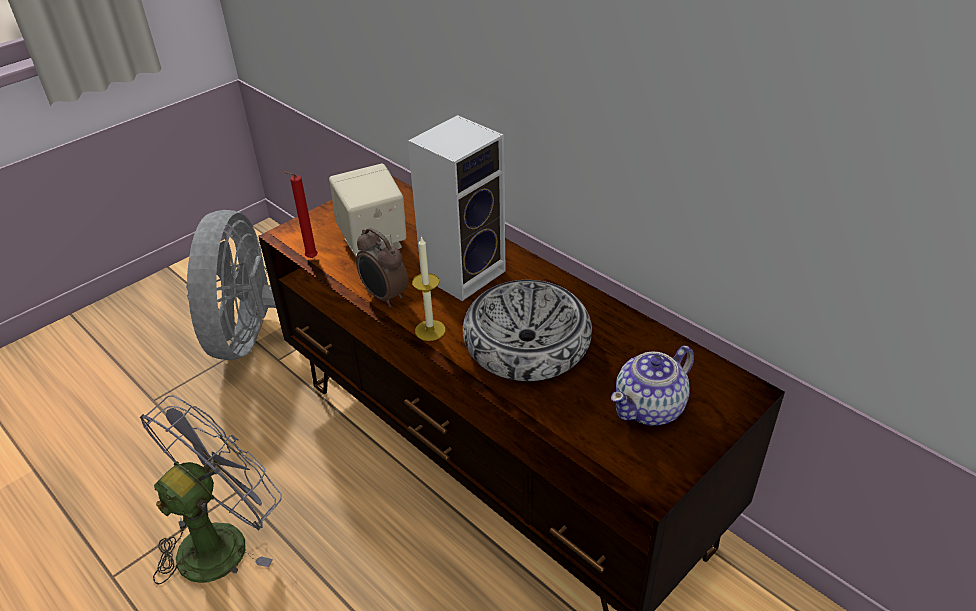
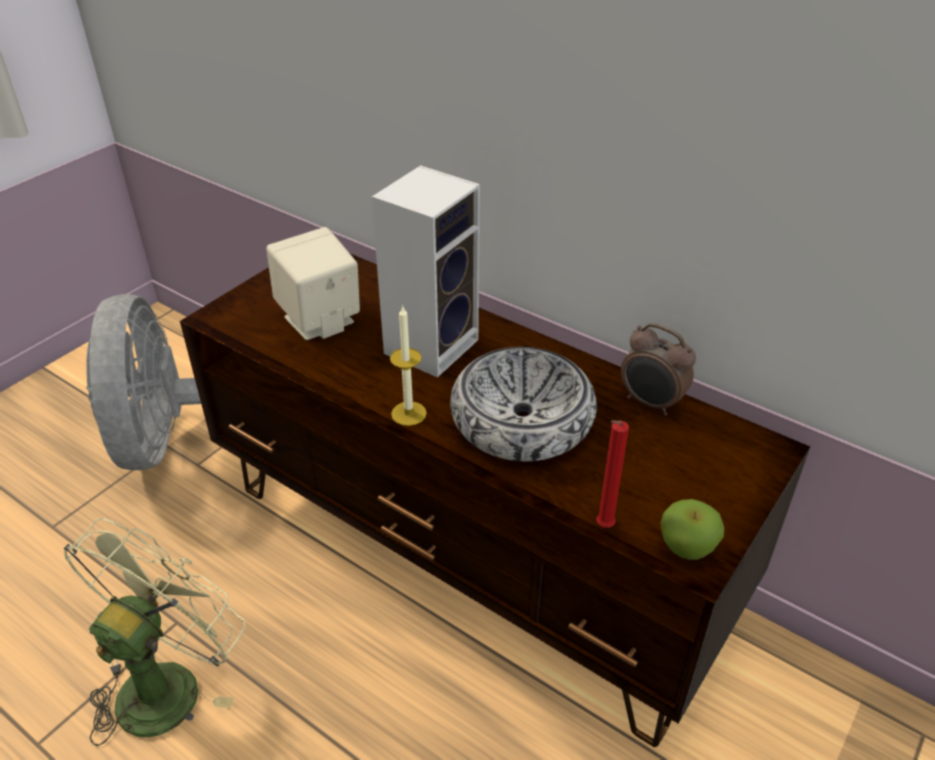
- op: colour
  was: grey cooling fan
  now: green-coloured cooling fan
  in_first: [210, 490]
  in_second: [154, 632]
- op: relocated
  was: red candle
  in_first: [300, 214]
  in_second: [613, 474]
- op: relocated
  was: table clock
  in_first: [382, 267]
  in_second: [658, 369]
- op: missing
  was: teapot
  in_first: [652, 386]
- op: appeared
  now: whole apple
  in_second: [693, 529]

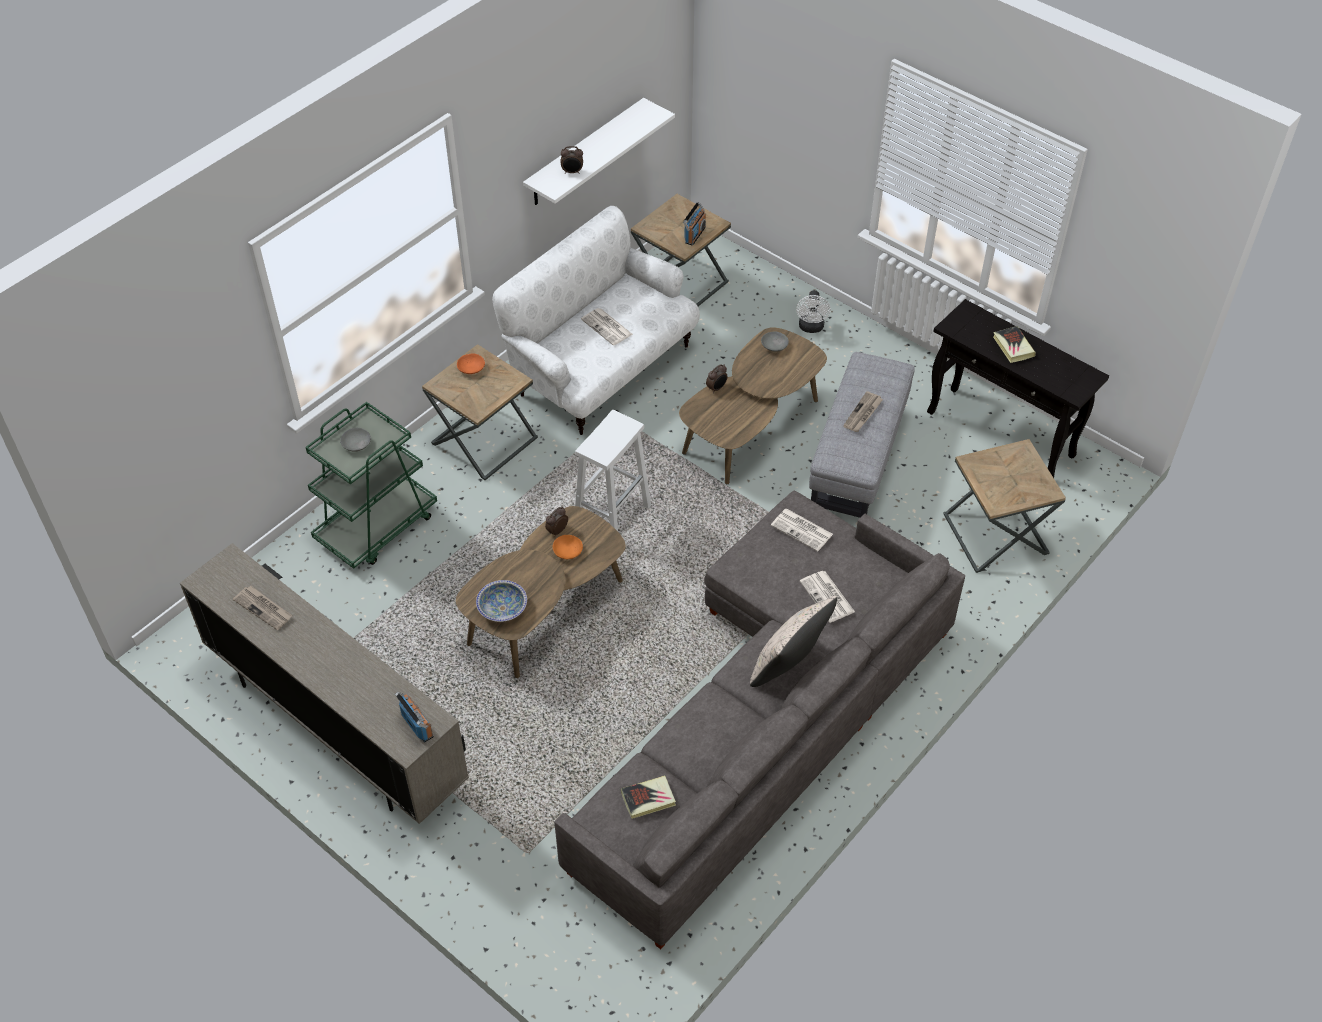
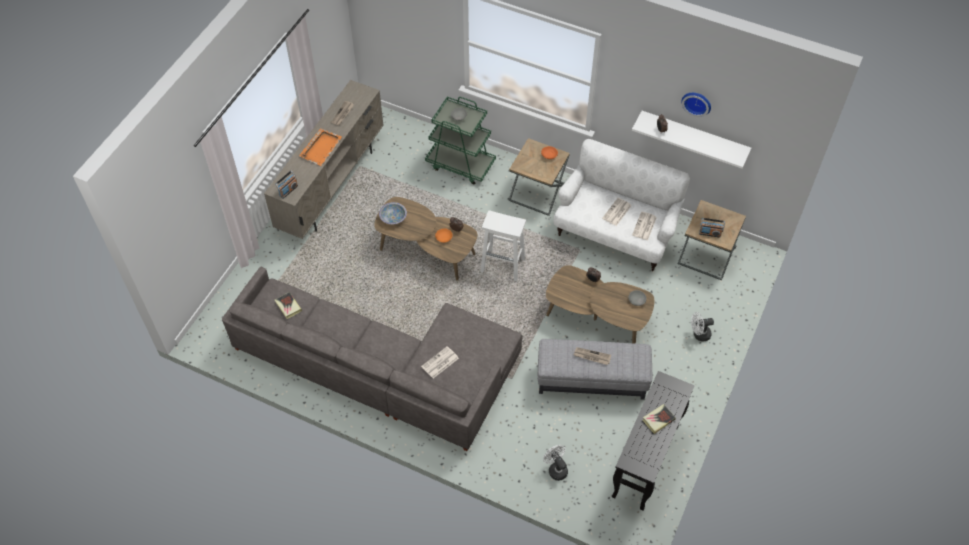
- op: missing
  was: sand-coloured cushion
  in_first: [793, 641]
- op: relocated
  was: daily paper
  in_first: [802, 530]
  in_second: [644, 225]
- op: exchanged
  was: brownish end table
  now: whitish cooling fan
  in_first: [1004, 506]
  in_second: [555, 463]
- op: appeared
  now: orange-coloured carrying tray
  in_second: [320, 147]
- op: appeared
  now: wall clock
  in_second: [696, 105]

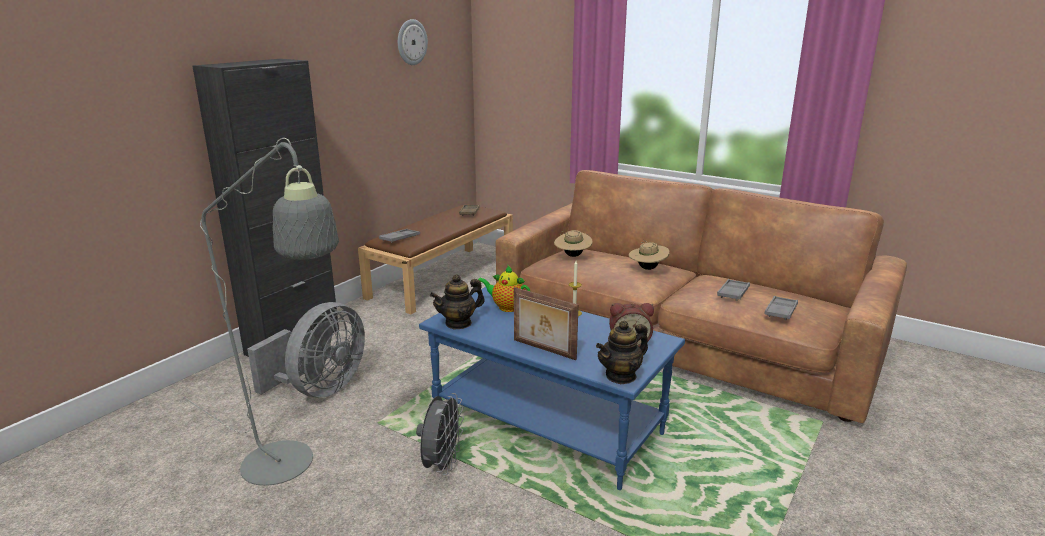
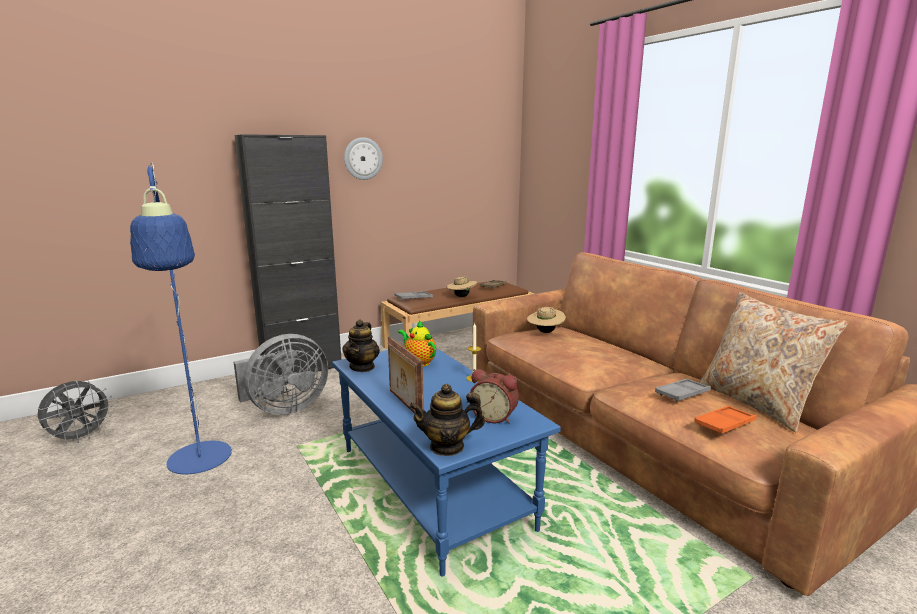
- op: colour
  was: grey standing lamp
  now: bluish standing lamp
  in_first: [261, 312]
  in_second: [181, 318]
- op: relocated
  was: wall clock
  in_first: [413, 42]
  in_second: [363, 158]
- op: relocated
  was: grey cooling fan
  in_first: [440, 434]
  in_second: [75, 412]
- op: spun
  was: teapot
  in_first: [457, 301]
  in_second: [361, 345]
  clockwise: -75
- op: relocated
  was: sand-coloured wearable hat
  in_first: [649, 255]
  in_second: [462, 286]
- op: colour
  was: grey carrying tray
  now: orange-coloured carrying tray
  in_first: [781, 308]
  in_second: [725, 420]
- op: appeared
  now: sand-coloured cushion
  in_second: [773, 362]

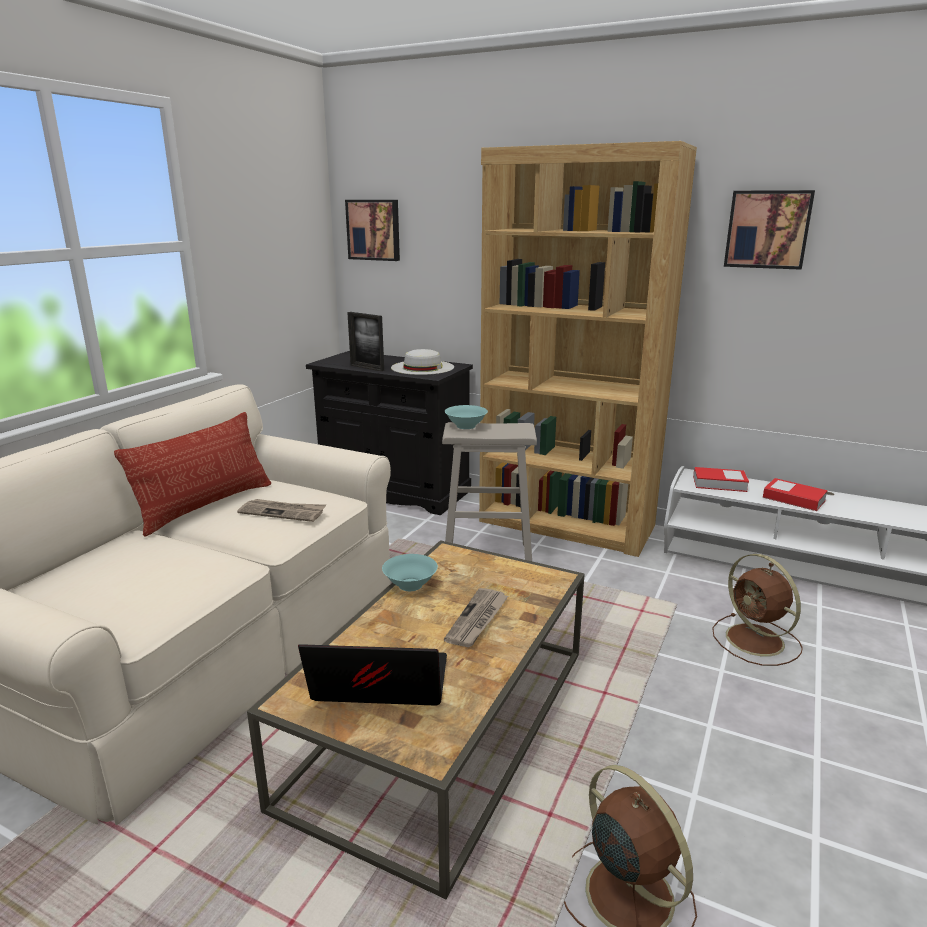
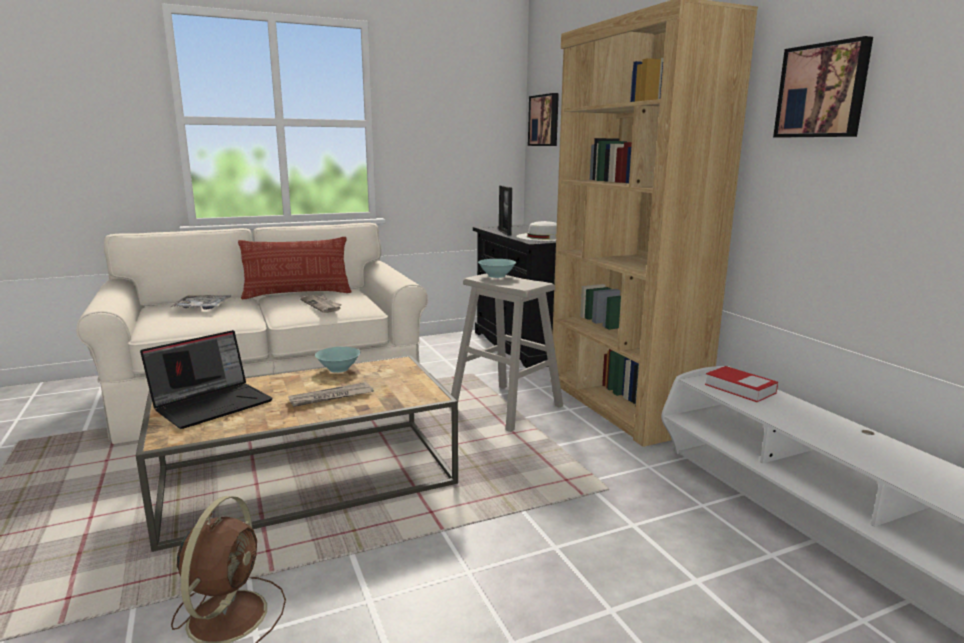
- op: spun
  was: notebook computer
  in_first: [372, 675]
  in_second: [206, 379]
  clockwise: 90
- op: missing
  was: brownish cooling fan
  in_first: [757, 610]
- op: missing
  was: book
  in_first: [795, 494]
- op: appeared
  now: carrying tray
  in_second: [201, 302]

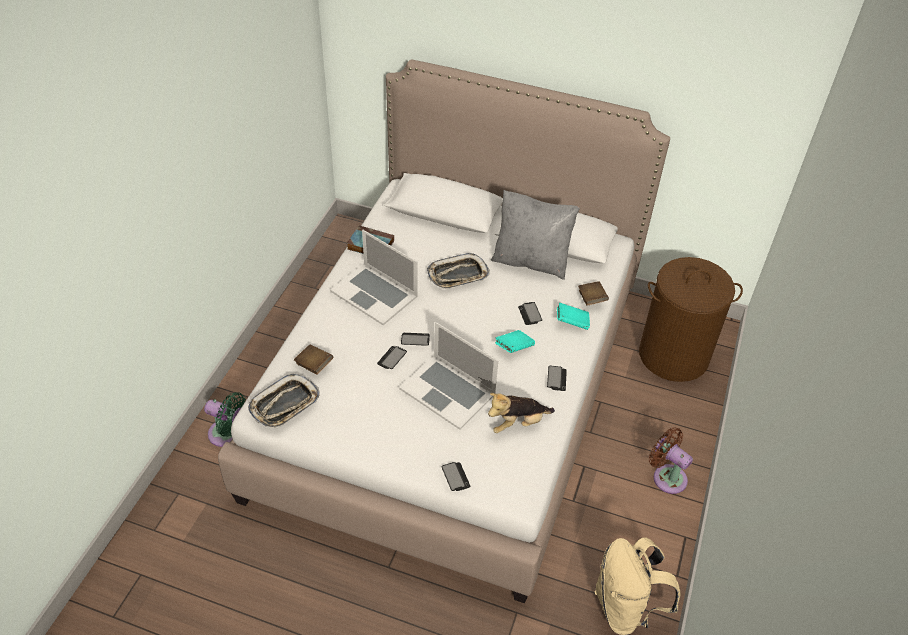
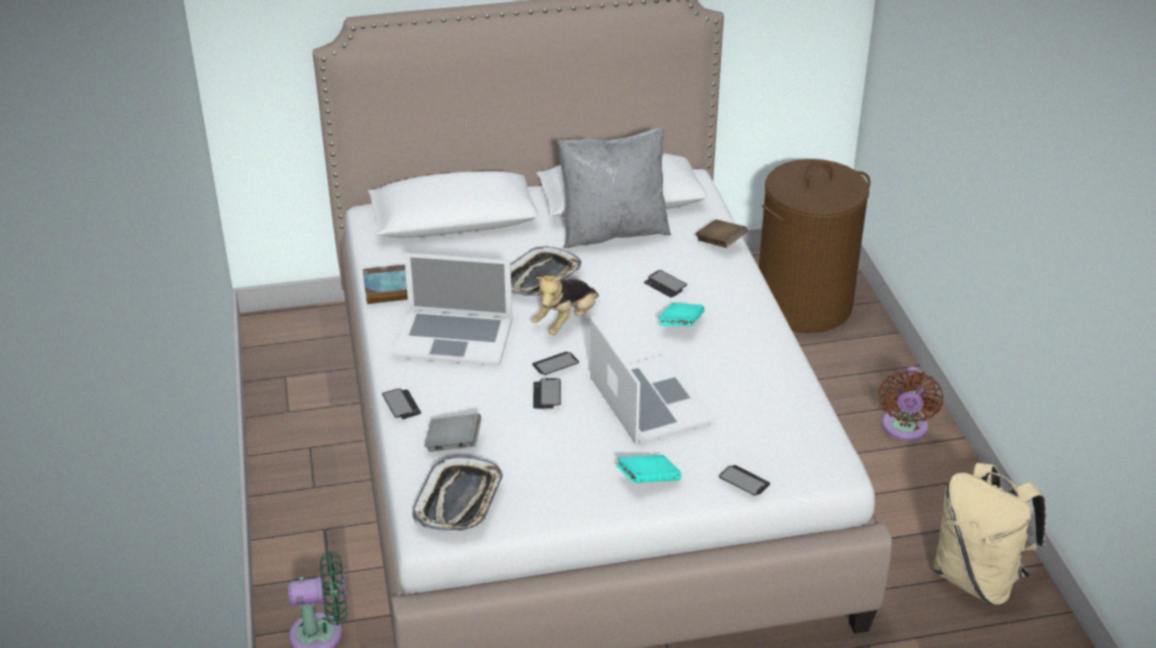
- op: colour
  was: brownish book
  now: grey book
  in_first: [313, 359]
  in_second: [453, 433]
- op: spun
  was: notebook computer
  in_first: [448, 376]
  in_second: [651, 380]
  clockwise: -120
- op: relocated
  was: plush toy
  in_first: [521, 413]
  in_second: [565, 305]
- op: relocated
  was: phone
  in_first: [557, 378]
  in_second: [401, 403]
- op: relocated
  was: turquoise book
  in_first: [573, 316]
  in_second: [649, 469]
- op: spun
  was: brownish cooling fan
  in_first: [671, 460]
  in_second: [911, 403]
  clockwise: -90

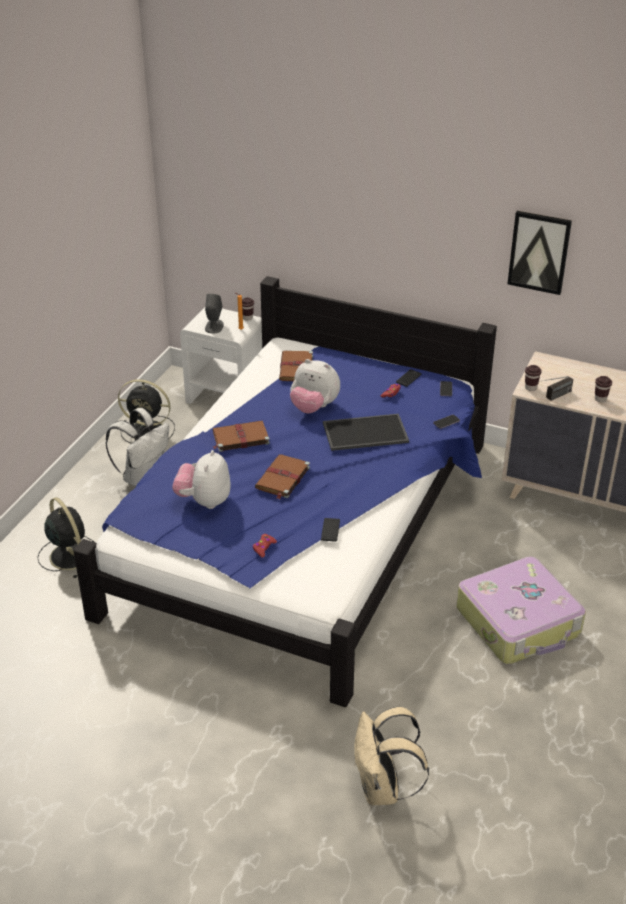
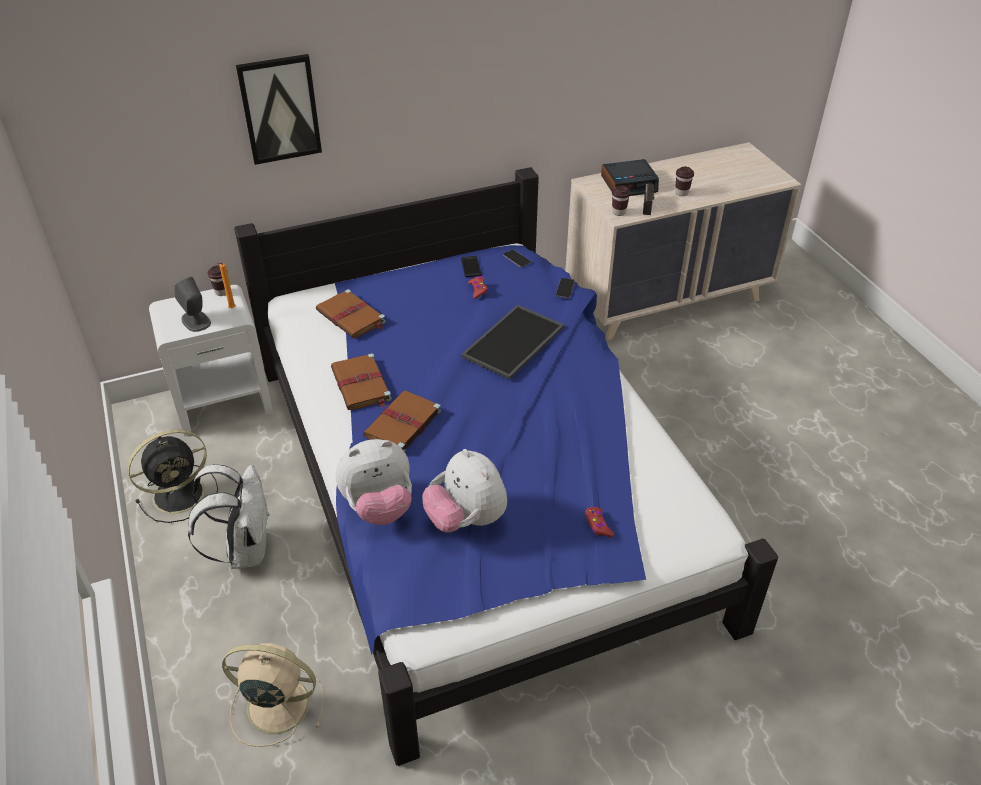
- op: colour
  was: black cooling fan
  now: sand-coloured cooling fan
  in_first: [65, 537]
  in_second: [273, 695]
- op: relocated
  was: brownish book
  in_first: [282, 477]
  in_second: [361, 381]
- op: relocated
  was: plush toy
  in_first: [315, 386]
  in_second: [373, 482]
- op: missing
  was: phone
  in_first: [330, 530]
- op: missing
  was: sand-coloured rucksack
  in_first: [391, 756]
- op: missing
  was: suitcase
  in_first: [521, 610]
- op: relocated
  was: wall picture
  in_first: [539, 253]
  in_second: [279, 109]
- op: appeared
  now: table clock
  in_second: [630, 177]

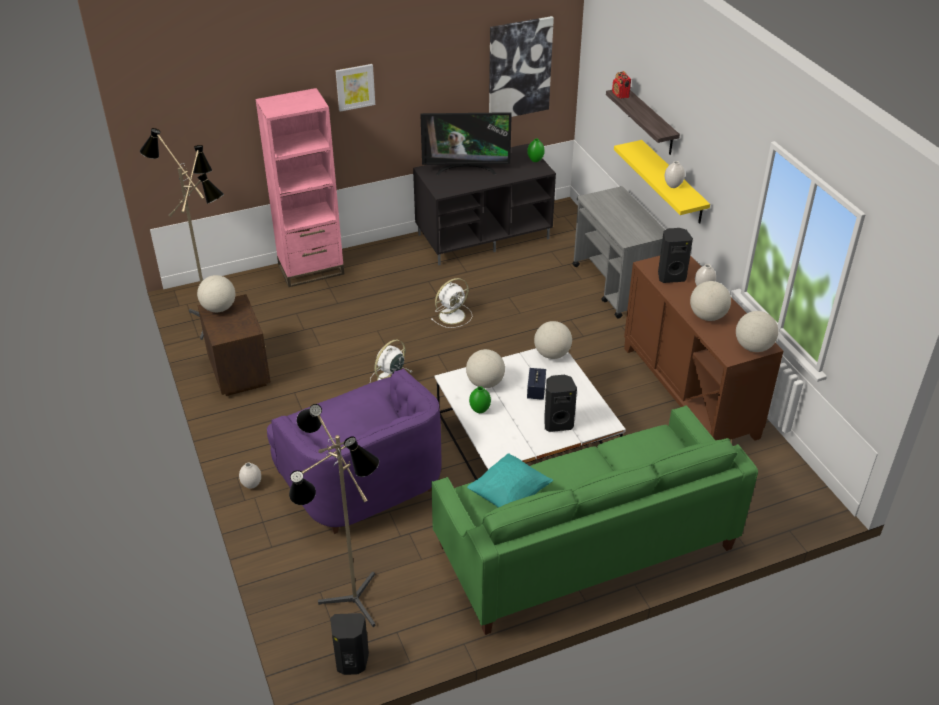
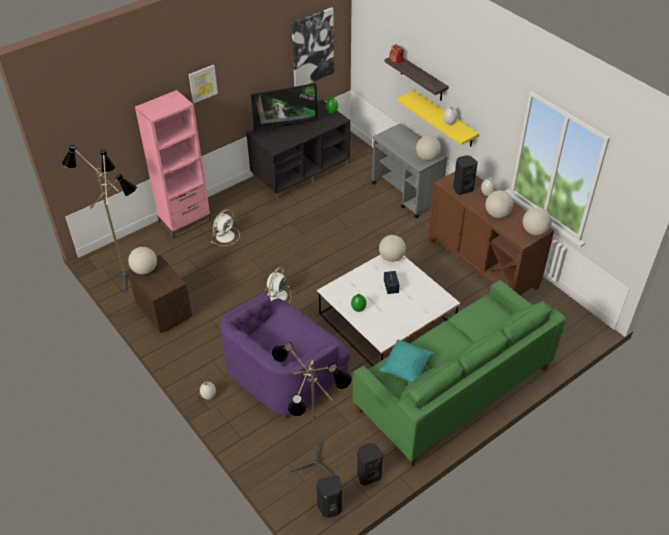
- op: spun
  was: purplish armchair
  in_first: [354, 451]
  in_second: [285, 355]
  clockwise: 90
- op: relocated
  was: whitish cooling fan
  in_first: [451, 303]
  in_second: [225, 227]
- op: relocated
  was: world globe
  in_first: [485, 368]
  in_second: [428, 148]
- op: relocated
  was: black speaker
  in_first: [560, 403]
  in_second: [370, 464]

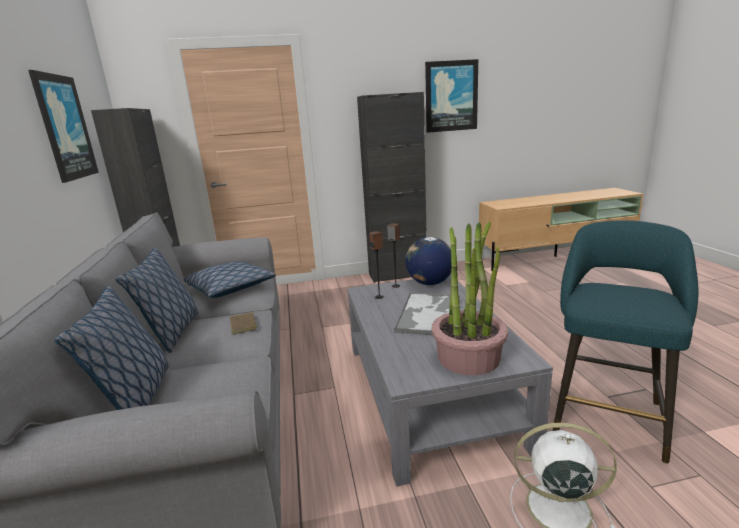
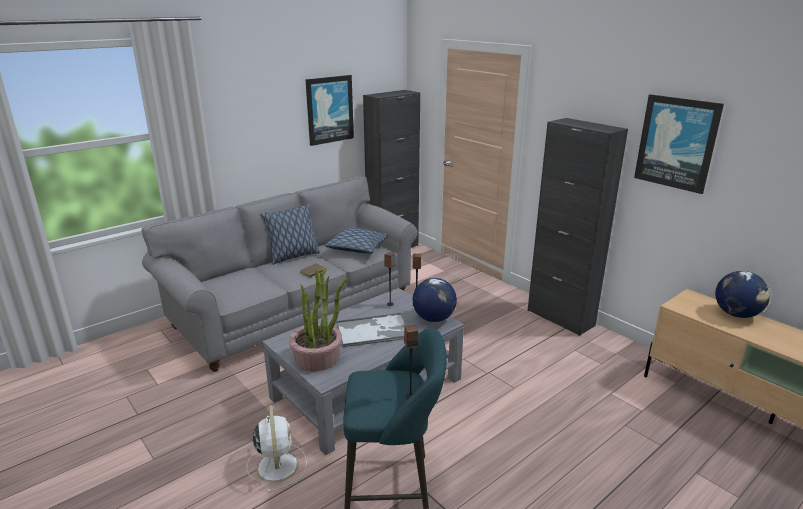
- op: missing
  was: cushion
  in_first: [112, 348]
- op: appeared
  now: speaker
  in_second: [411, 362]
- op: appeared
  now: world globe
  in_second: [742, 294]

